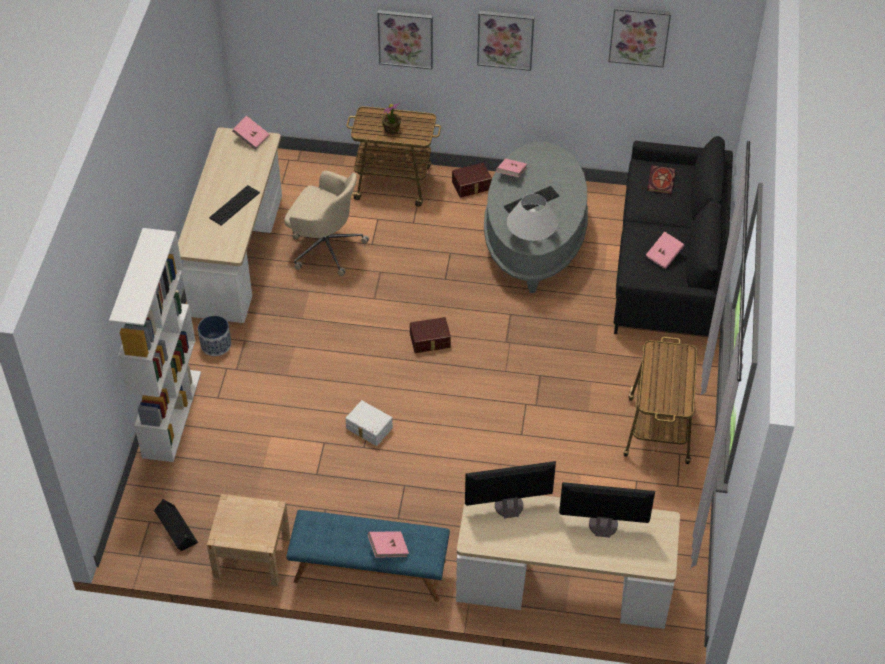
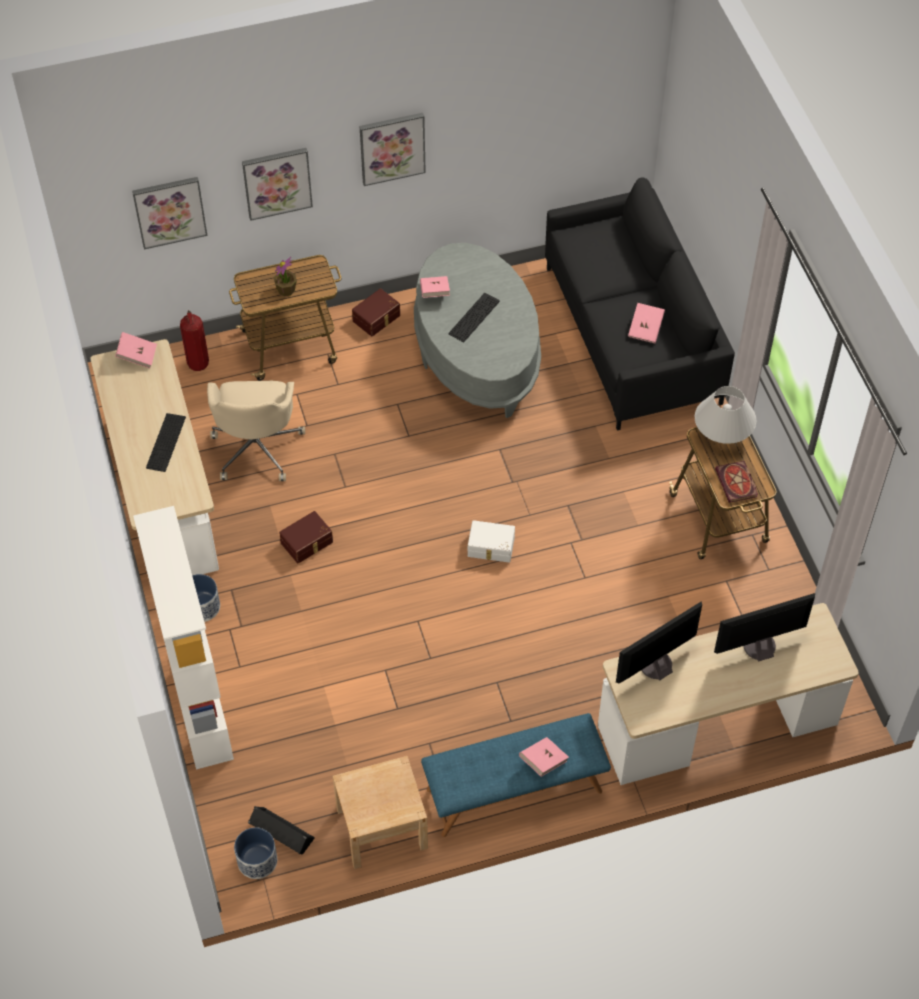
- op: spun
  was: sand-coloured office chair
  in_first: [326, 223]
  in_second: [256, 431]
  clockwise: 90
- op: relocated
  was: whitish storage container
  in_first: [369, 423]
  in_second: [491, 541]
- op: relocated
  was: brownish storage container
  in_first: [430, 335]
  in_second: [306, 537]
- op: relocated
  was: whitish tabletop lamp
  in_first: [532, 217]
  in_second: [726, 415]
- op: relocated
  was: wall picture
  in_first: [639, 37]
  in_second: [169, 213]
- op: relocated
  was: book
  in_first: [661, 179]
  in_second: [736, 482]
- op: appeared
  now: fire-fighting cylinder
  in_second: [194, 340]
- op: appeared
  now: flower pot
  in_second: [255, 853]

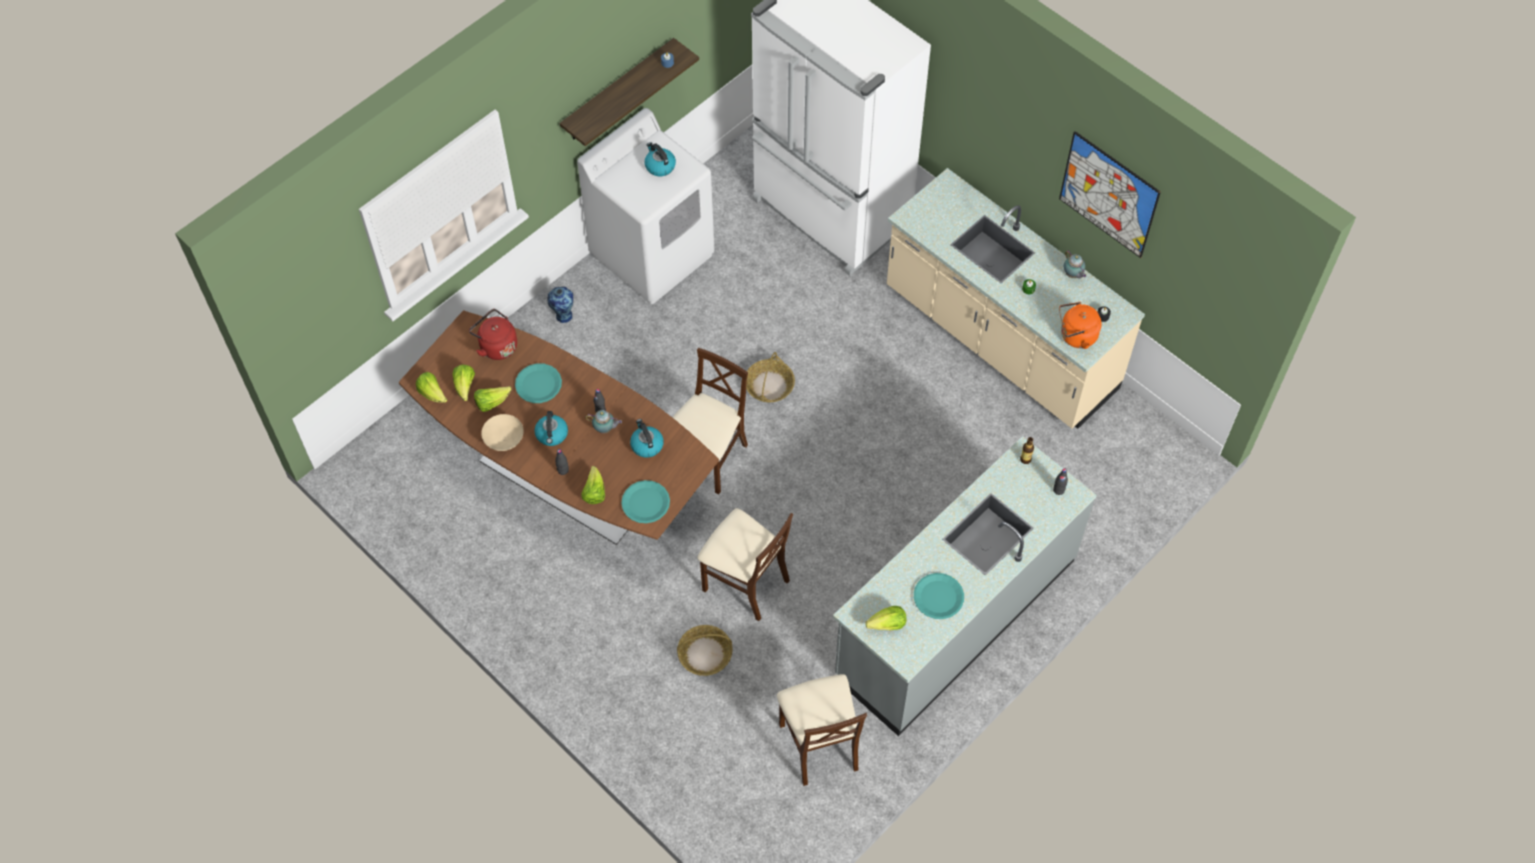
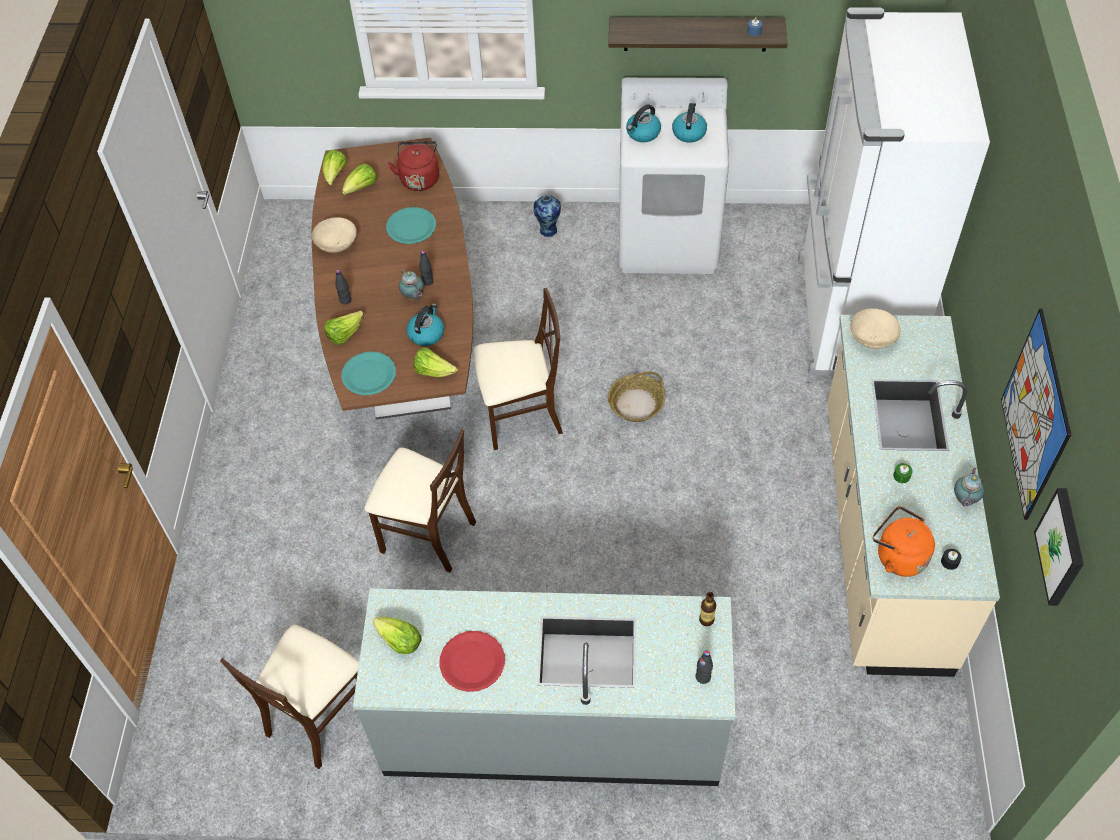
- op: relocated
  was: lettuce
  in_first: [493, 399]
  in_second: [436, 362]
- op: relocated
  was: tea kettle
  in_first: [551, 428]
  in_second: [643, 123]
- op: missing
  was: basket
  in_first: [705, 650]
- op: spun
  was: sand-coloured plain chair
  in_first: [745, 564]
  in_second: [420, 500]
  clockwise: -60
- op: colour
  was: turquoise plate
  now: red plate
  in_first: [939, 596]
  in_second: [472, 661]
- op: appeared
  now: sand-coloured deep dish
  in_second: [875, 329]
- op: appeared
  now: wall picture
  in_second: [1058, 547]

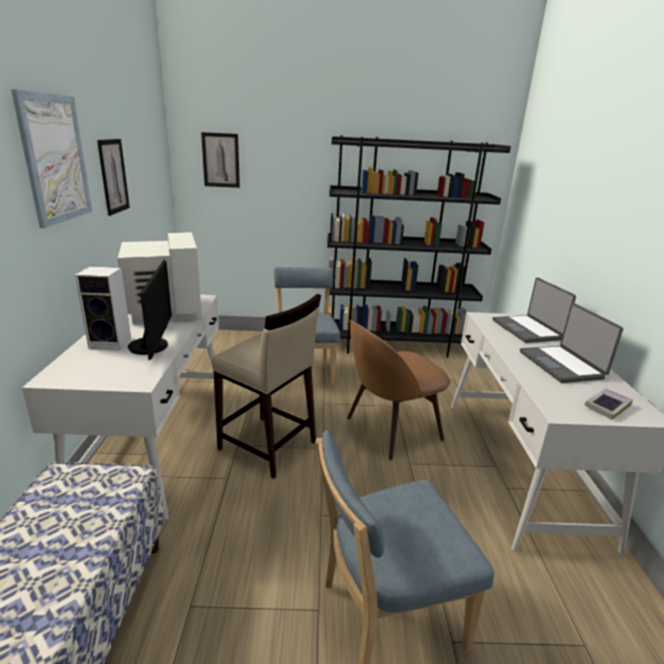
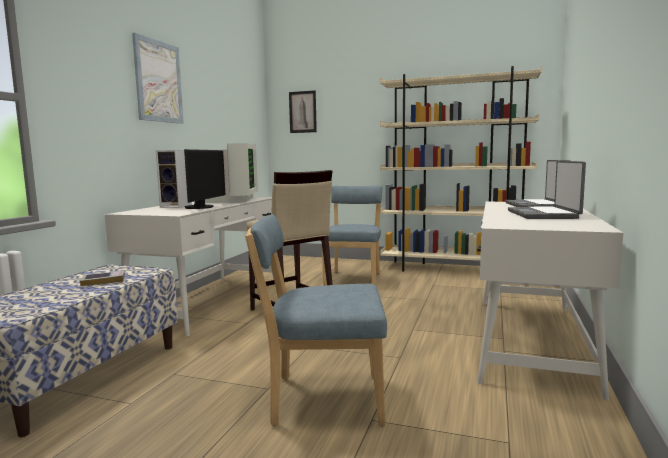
- op: missing
  was: wall picture
  in_first: [113, 177]
- op: colour
  was: black shelving unit
  now: sand-coloured shelving unit
  in_first: [419, 246]
  in_second: [461, 168]
- op: missing
  was: brownish plain chair
  in_first: [398, 390]
- op: relocated
  was: book
  in_first: [609, 404]
  in_second: [102, 278]

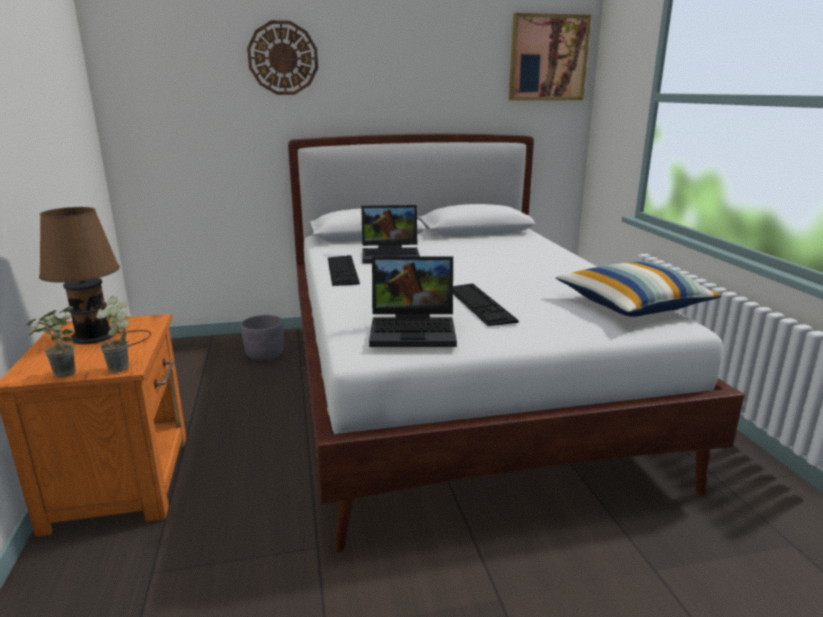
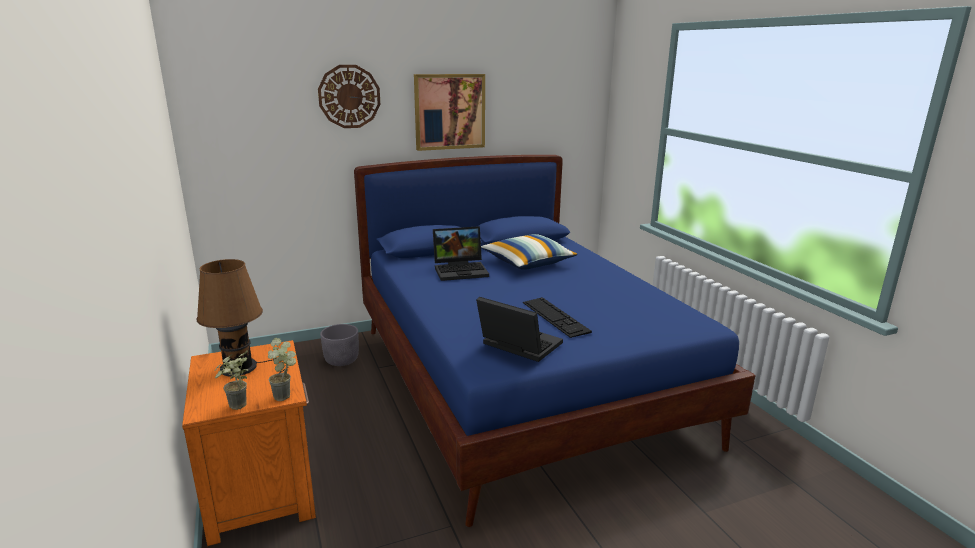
- op: colour
  was: whitish bedroom bed
  now: bluish bedroom bed
  in_first: [516, 342]
  in_second: [555, 341]
- op: missing
  was: PC keyboard
  in_first: [344, 270]
- op: spun
  was: notebook computer
  in_first: [413, 301]
  in_second: [519, 329]
  clockwise: -135
- op: relocated
  was: wall picture
  in_first: [550, 57]
  in_second: [449, 112]
- op: relocated
  was: cushion
  in_first: [638, 289]
  in_second: [529, 252]

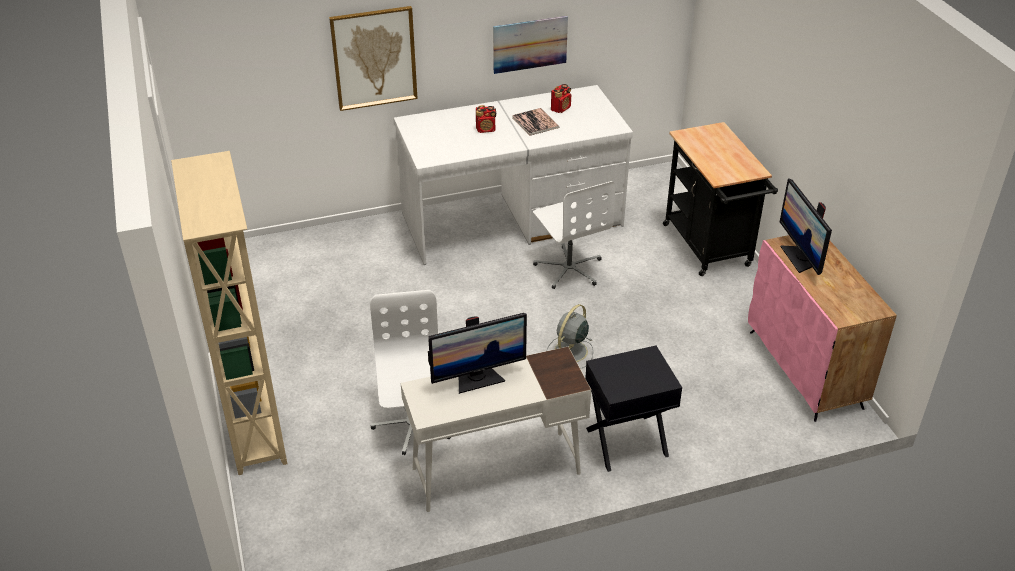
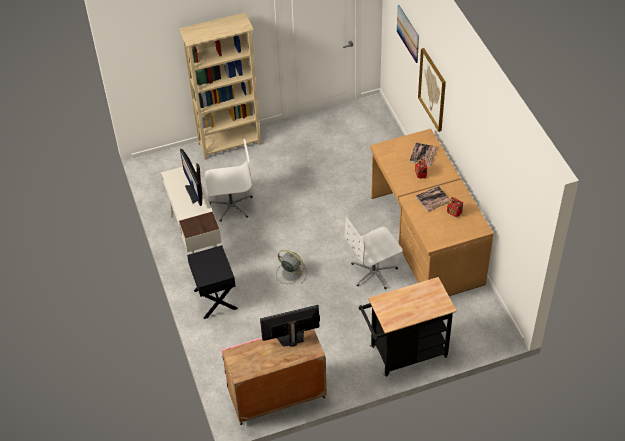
- op: colour
  was: whitish desk table
  now: brownish desk table
  in_first: [513, 175]
  in_second: [432, 212]
- op: relocated
  was: wall picture
  in_first: [530, 45]
  in_second: [408, 34]
- op: appeared
  now: book
  in_second: [423, 154]

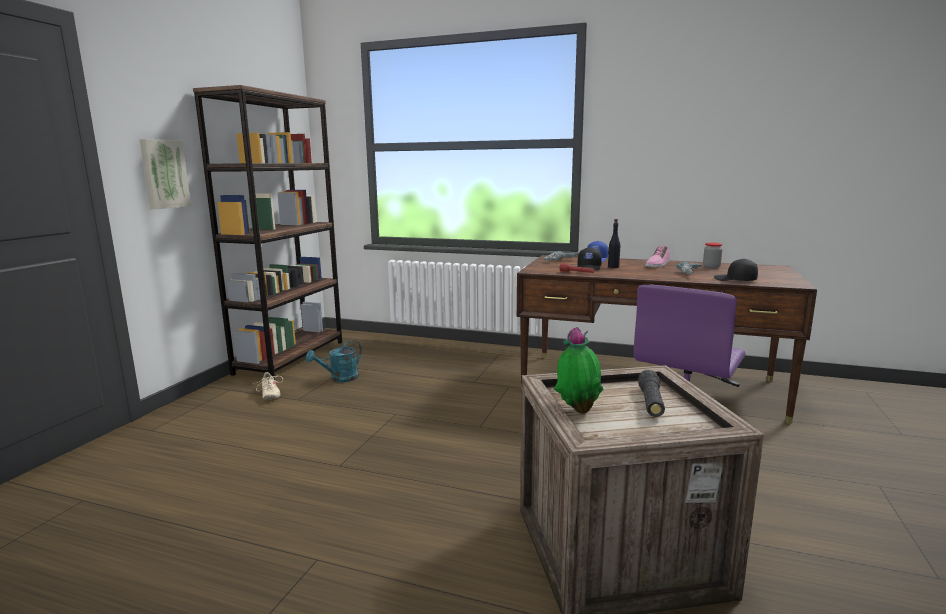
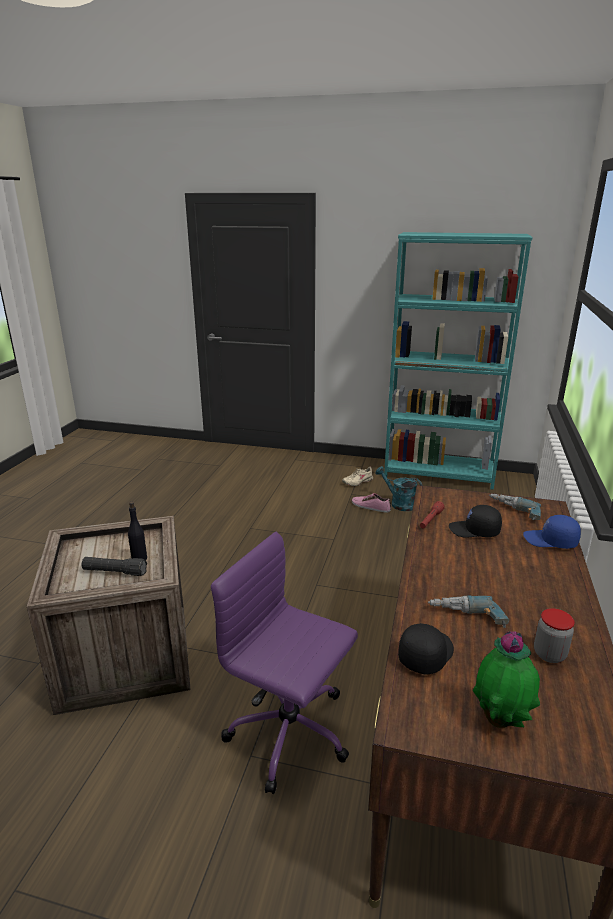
- op: missing
  was: wall picture
  in_first: [165, 174]
- op: colour
  was: brownish shelving unit
  now: turquoise shelving unit
  in_first: [267, 232]
  in_second: [458, 361]
- op: relocated
  was: houseplant
  in_first: [578, 370]
  in_second: [506, 679]
- op: relocated
  was: black drink bottle
  in_first: [614, 243]
  in_second: [137, 531]
- op: relocated
  was: item of footwear
  in_first: [657, 257]
  in_second: [371, 503]

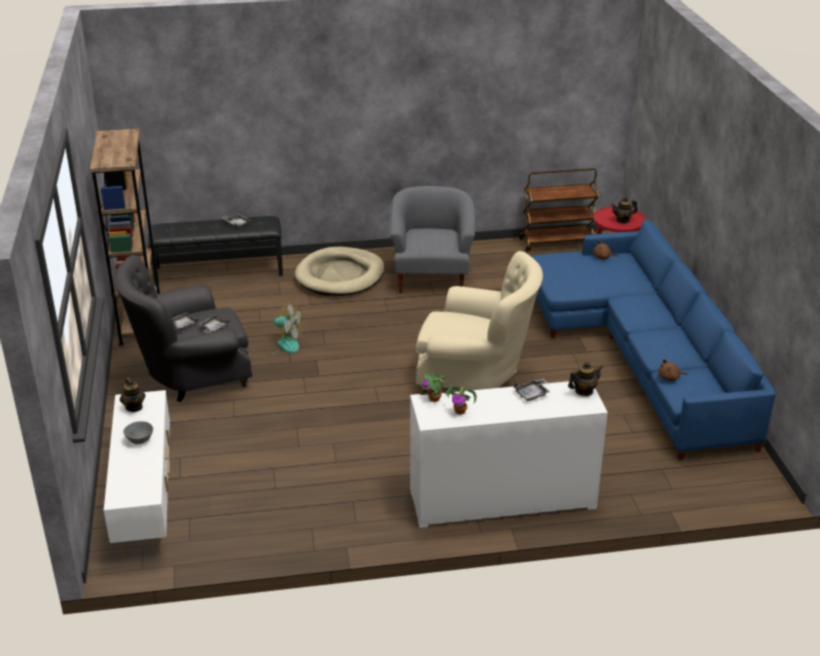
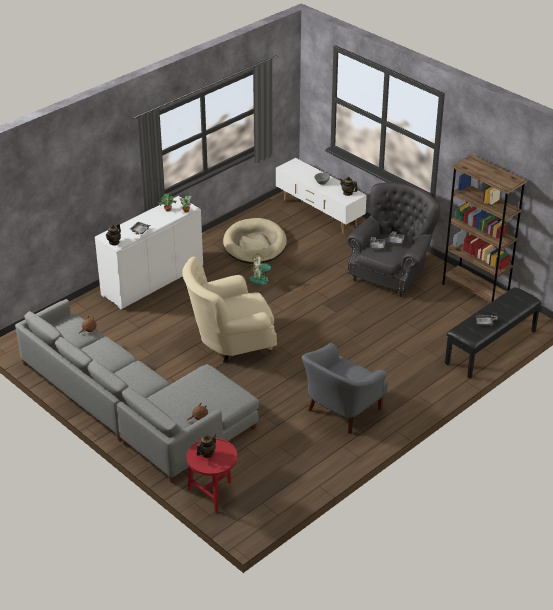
- op: relocated
  was: cooling fan
  in_first: [283, 328]
  in_second: [263, 269]
- op: relocated
  was: sand-coloured dog cushion
  in_first: [340, 271]
  in_second: [255, 241]
- op: spun
  was: grey armchair
  in_first: [432, 239]
  in_second: [345, 388]
  clockwise: 75
- op: missing
  was: brownish cart
  in_first: [559, 210]
- op: colour
  was: bluish sofa
  now: grey sofa
  in_first: [653, 340]
  in_second: [137, 391]

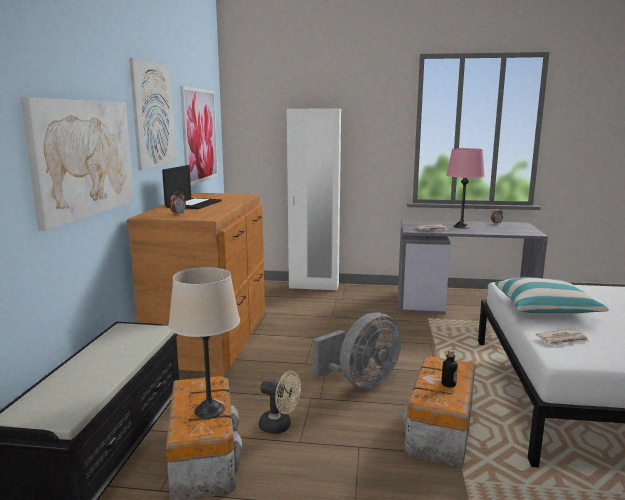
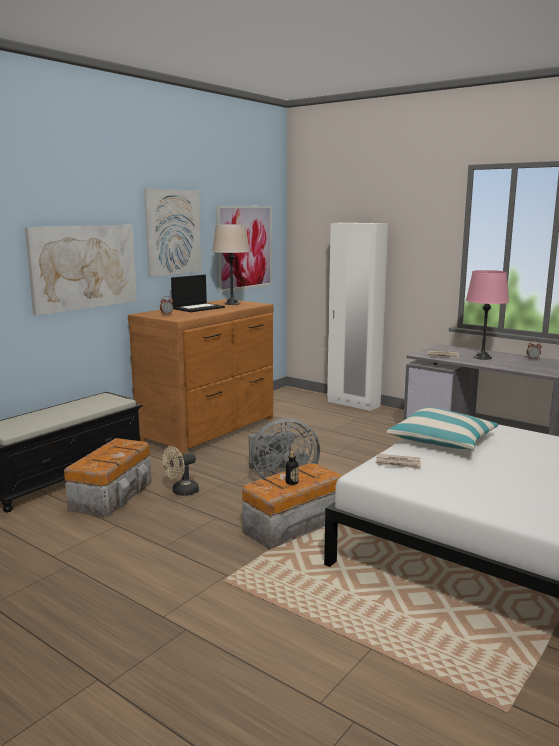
- op: relocated
  was: sand-coloured tabletop lamp
  in_first: [204, 343]
  in_second: [231, 264]
- op: spun
  was: sand-coloured cooling fan
  in_first: [280, 402]
  in_second: [181, 471]
  clockwise: 90

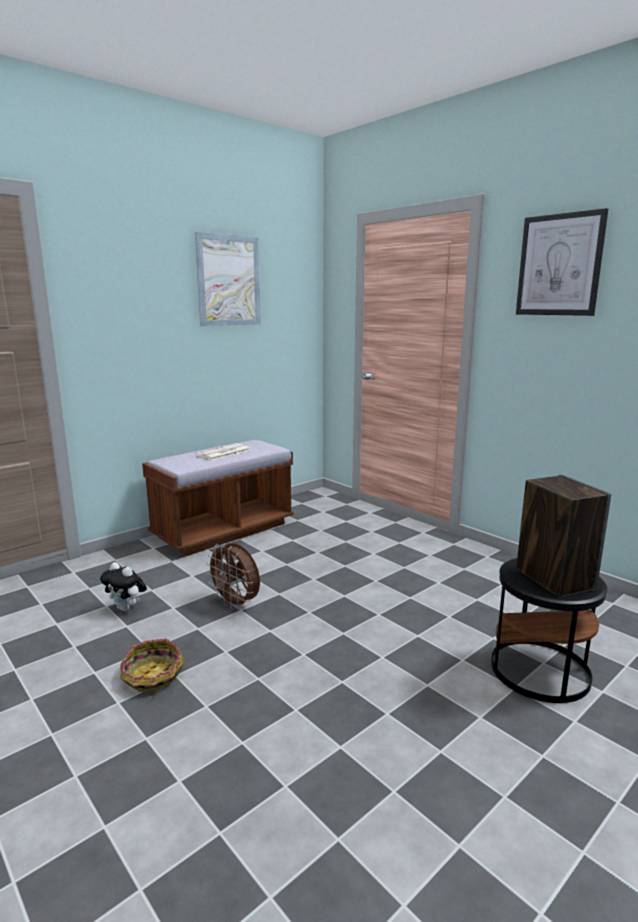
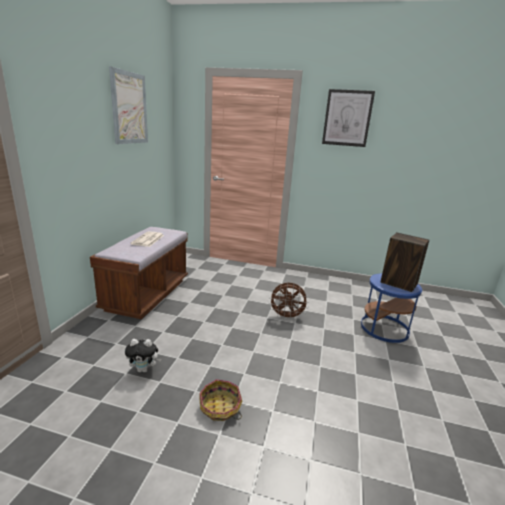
- op: relocated
  was: brownish cooling fan
  in_first: [232, 576]
  in_second: [288, 301]
- op: colour
  was: black end table
  now: bluish end table
  in_first: [549, 630]
  in_second: [391, 308]

